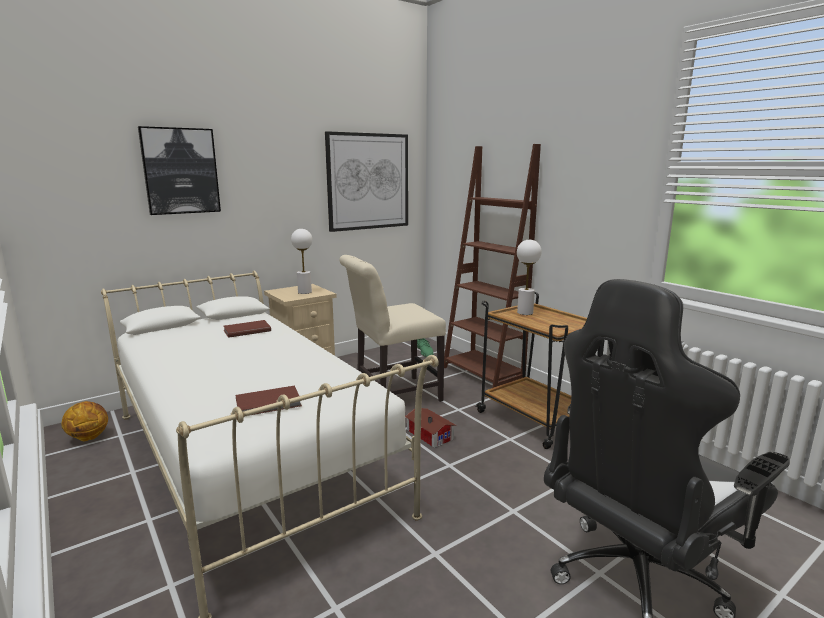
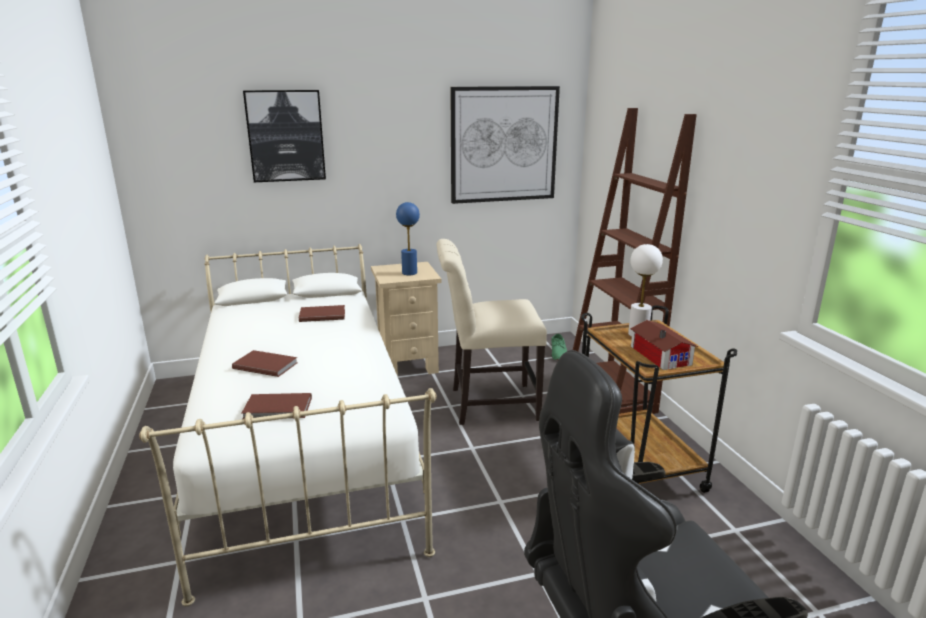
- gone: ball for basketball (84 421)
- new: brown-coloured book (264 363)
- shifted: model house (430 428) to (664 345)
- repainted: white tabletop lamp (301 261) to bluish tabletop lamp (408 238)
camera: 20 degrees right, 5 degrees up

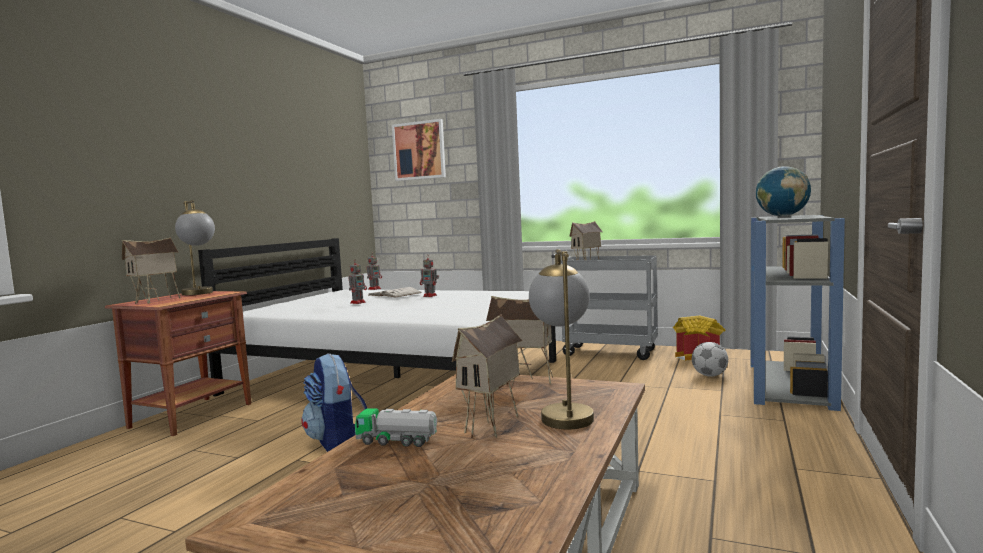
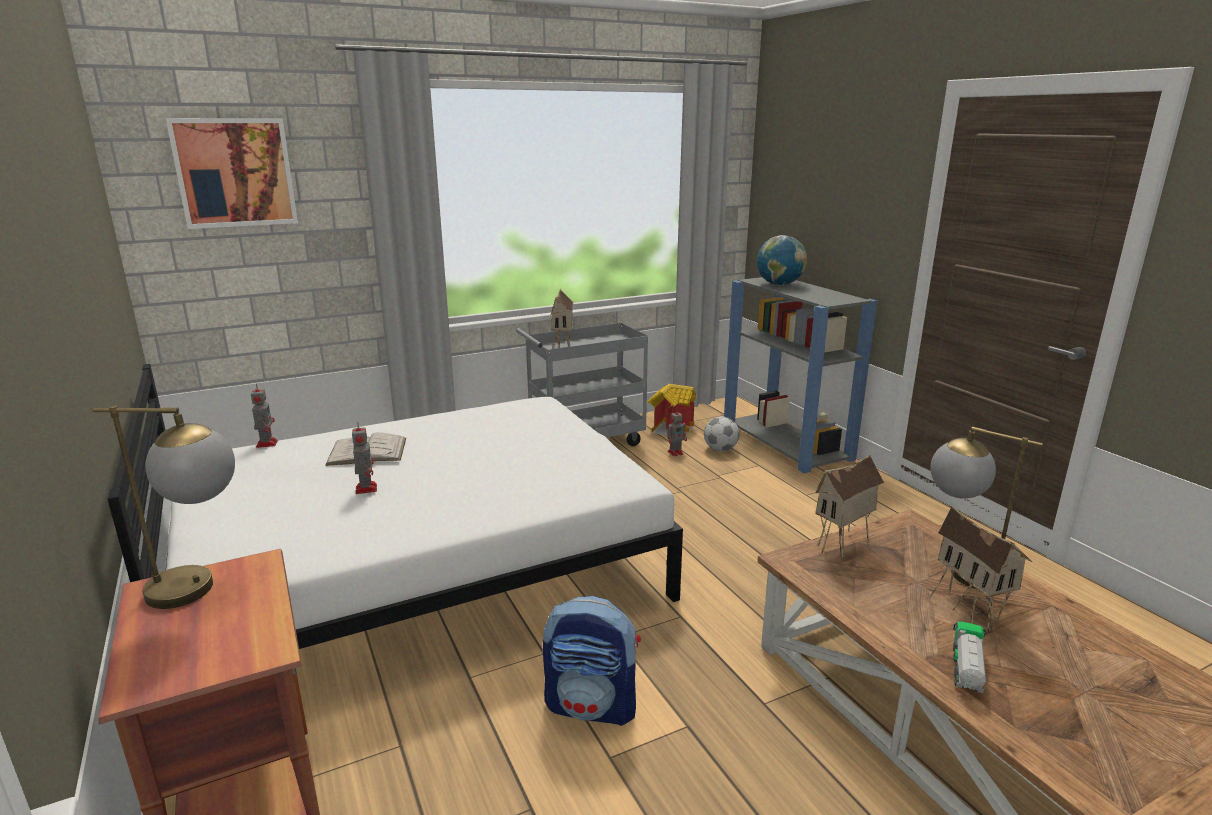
- gone: model house (151 270)
- shifted: toy robot (429 276) to (677 434)
- rotated: model truck (396 427) = (969 657) 150 degrees clockwise
camera: 50 degrees left, 15 degrees up

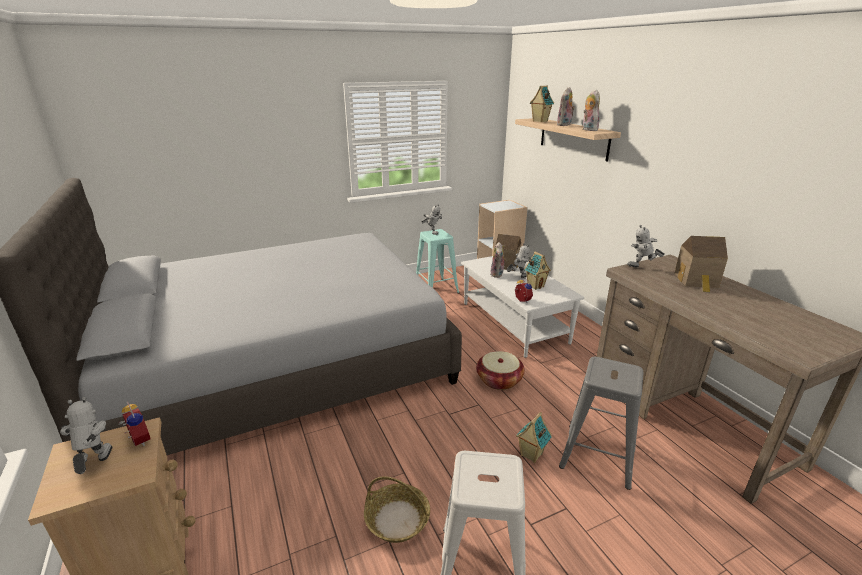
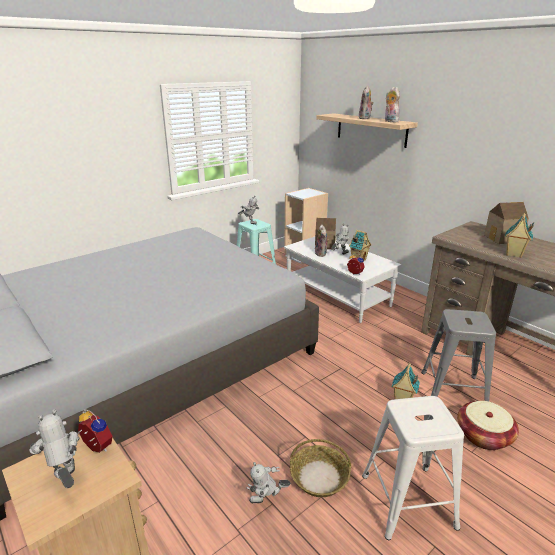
- shifted: storage basket (500 370) to (488 425)
- shifted: model house (542 104) to (519 235)
- shifted: toy robot (646 246) to (269 482)
camera: 15 degrees left, 0 degrees up

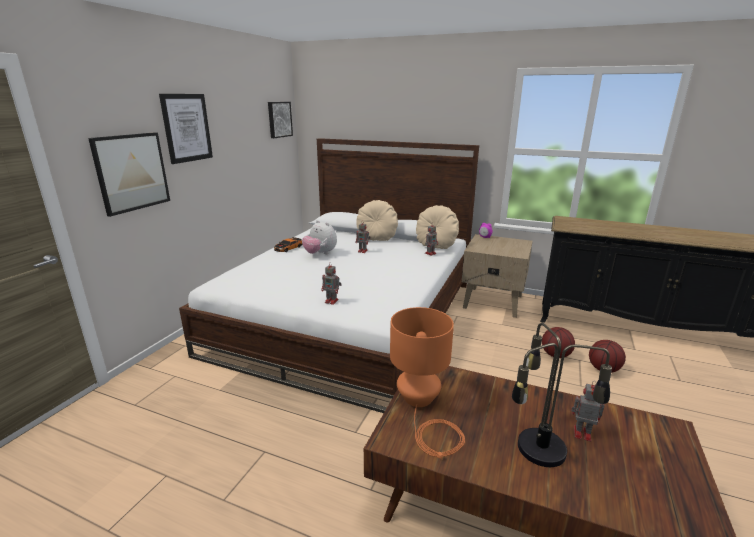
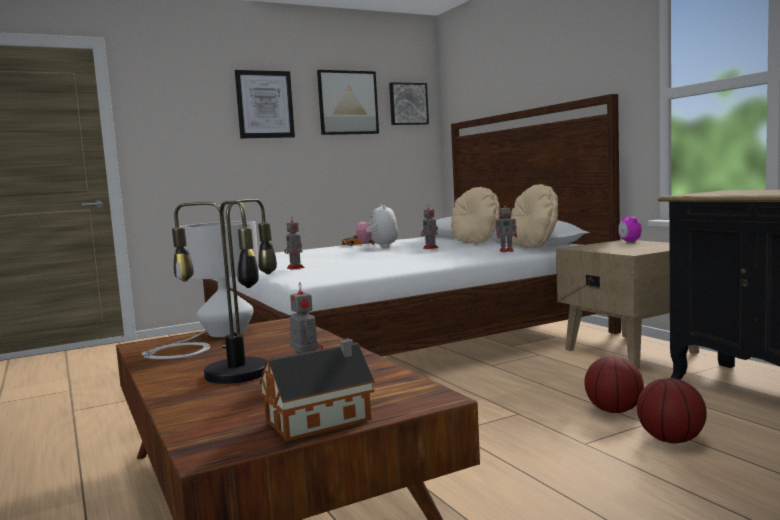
- new: model house (317 390)
- shifted: wall picture (129 174) to (348 102)
- repainted: orangey tabletop lamp (427 383) to white tabletop lamp (200 290)
camera: 40 degrees right, 15 degrees down

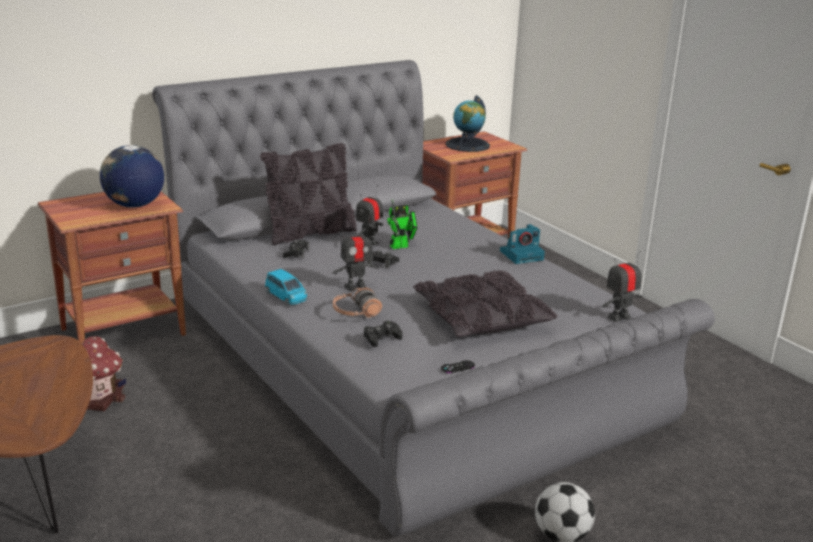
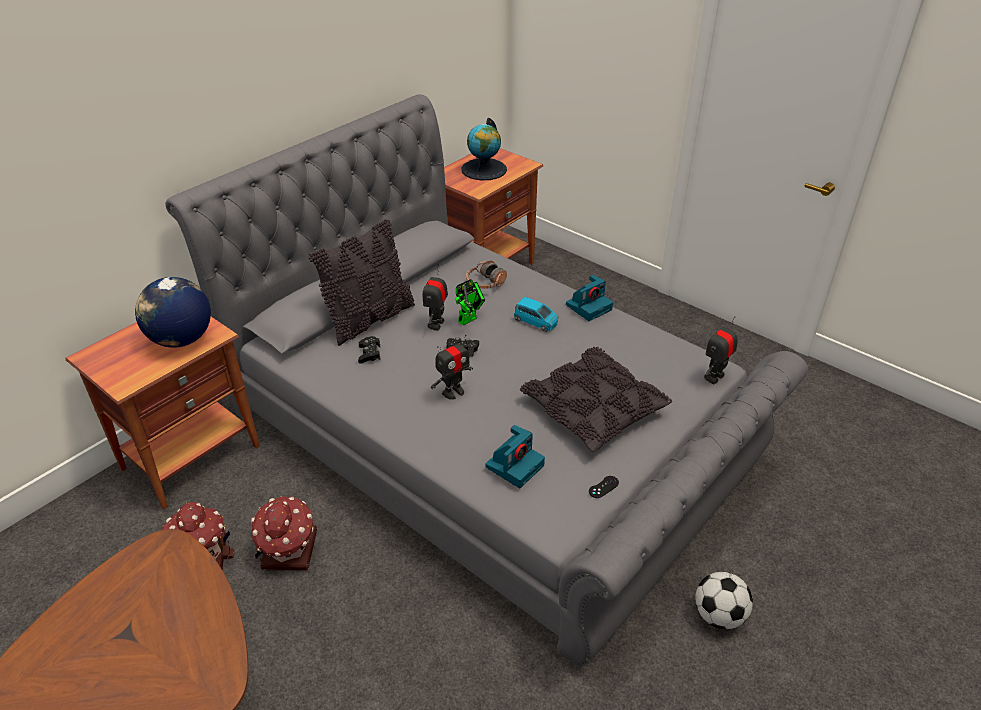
- new: model house (284 533)
- shifted: bluish toy car (286 287) to (536 314)
- shifted: headphones (357 303) to (486 275)
- swapped: black gamepad (383 334) to still camera (515 456)
camera: 15 degrees left, 15 degrees up

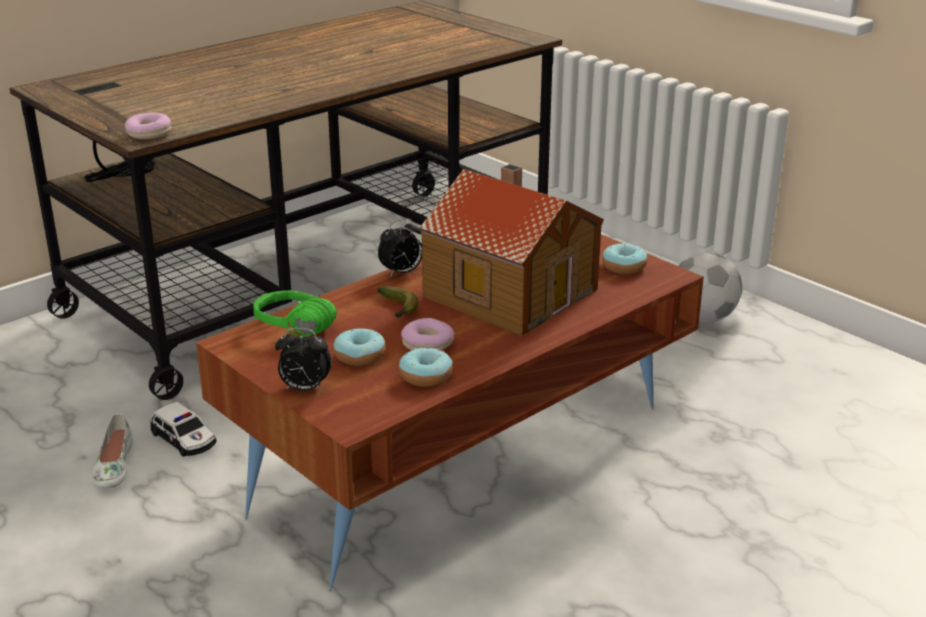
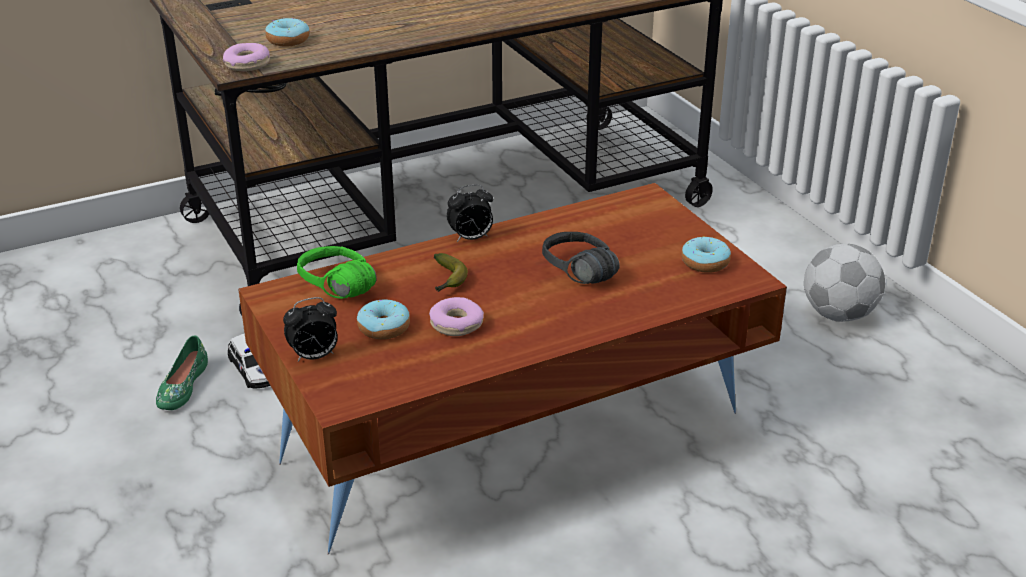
- shifted: donut (426 367) to (287 32)
- swapped: model house (511 250) to black headphones (581 258)
- repainted: white low shoe (112 450) to green-coloured low shoe (182 373)
- rotated: alarm clock (303 360) = (310 329) 45 degrees counterclockwise
camera: 15 degrees right, 5 degrees up

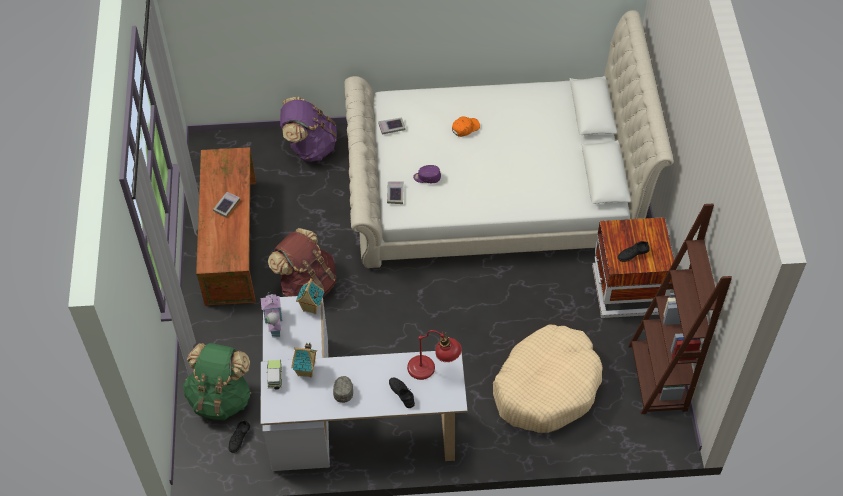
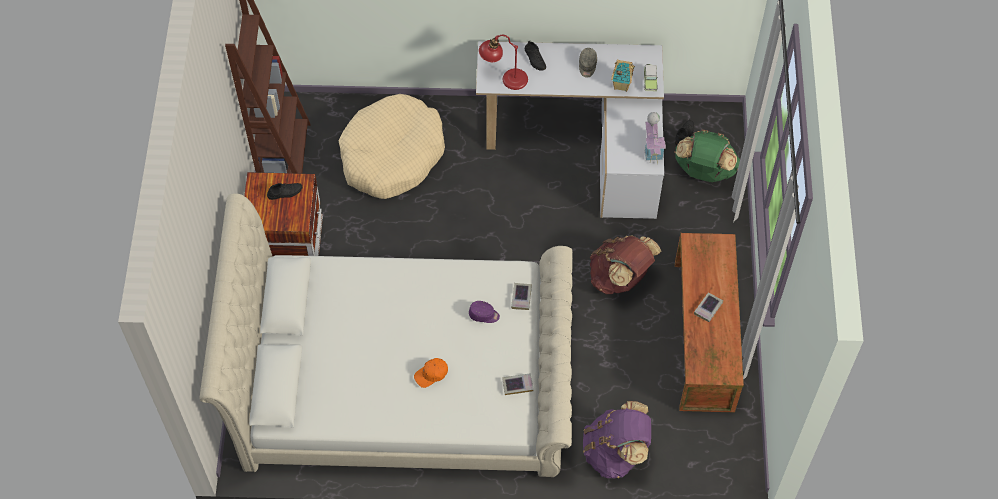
- gone: model house (310 296)
camera: 175 degrees left, 5 degrees up

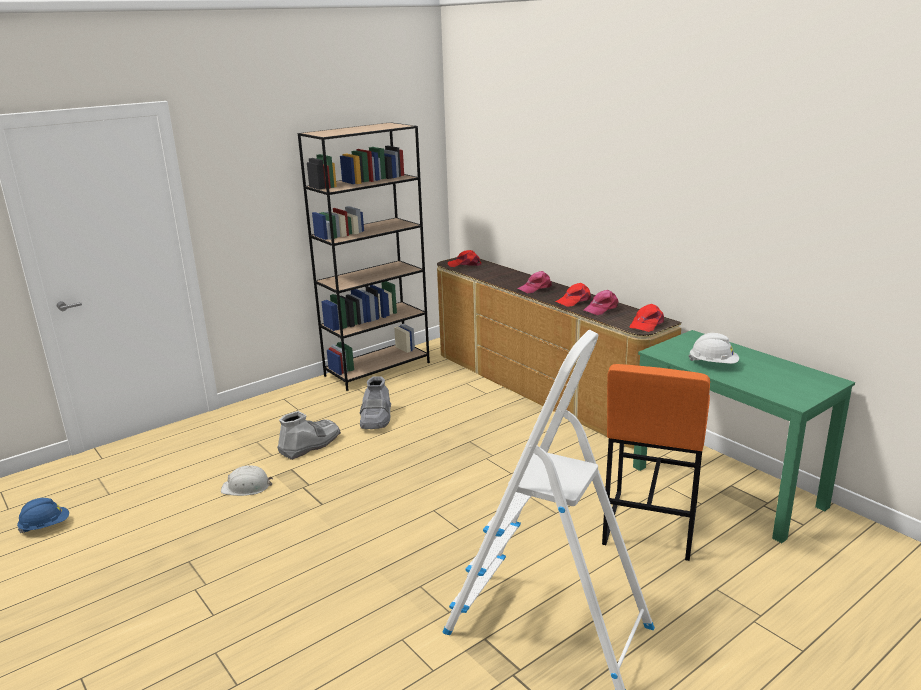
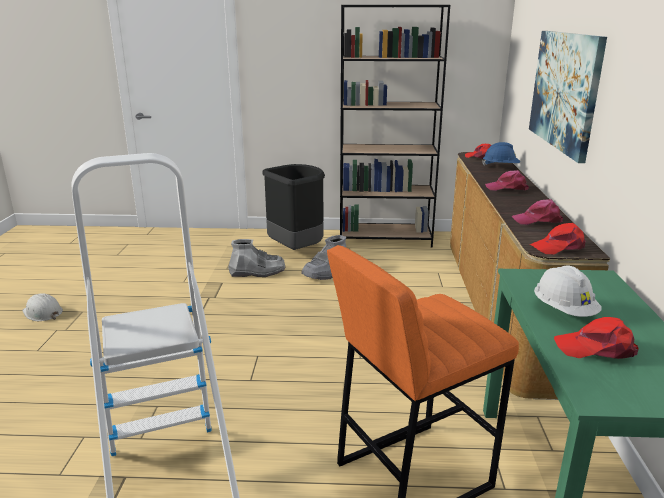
- new: black trash can (293 207)
- new: wall picture (568 97)
- shifted: bluish work helmet (43 515) to (501 154)
- shifted: white work helmet (247 480) to (42 307)
- shifted: red baseball cap (573 295) to (596 338)
camera: 40 degrees right, 0 degrees up

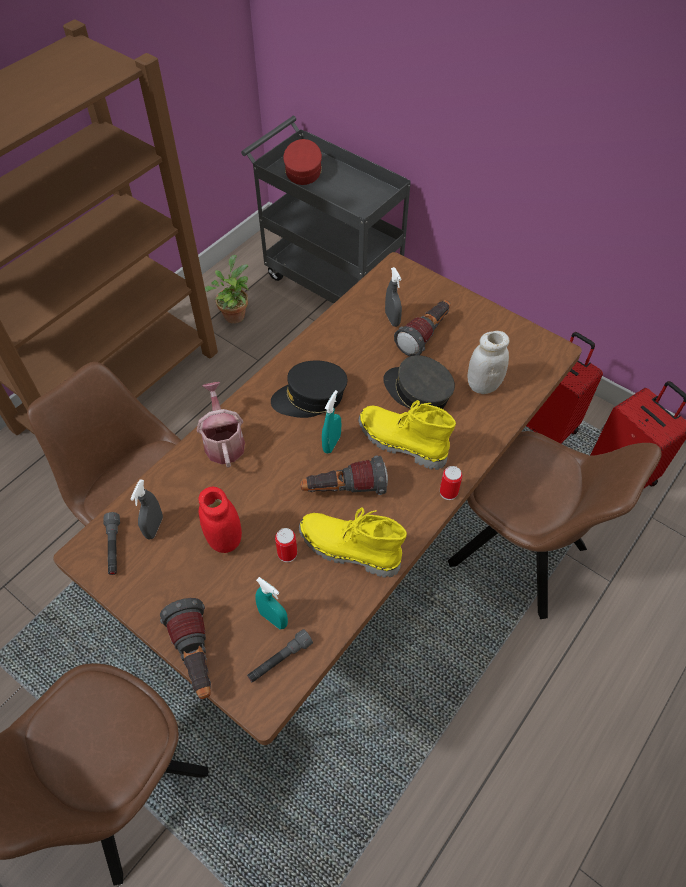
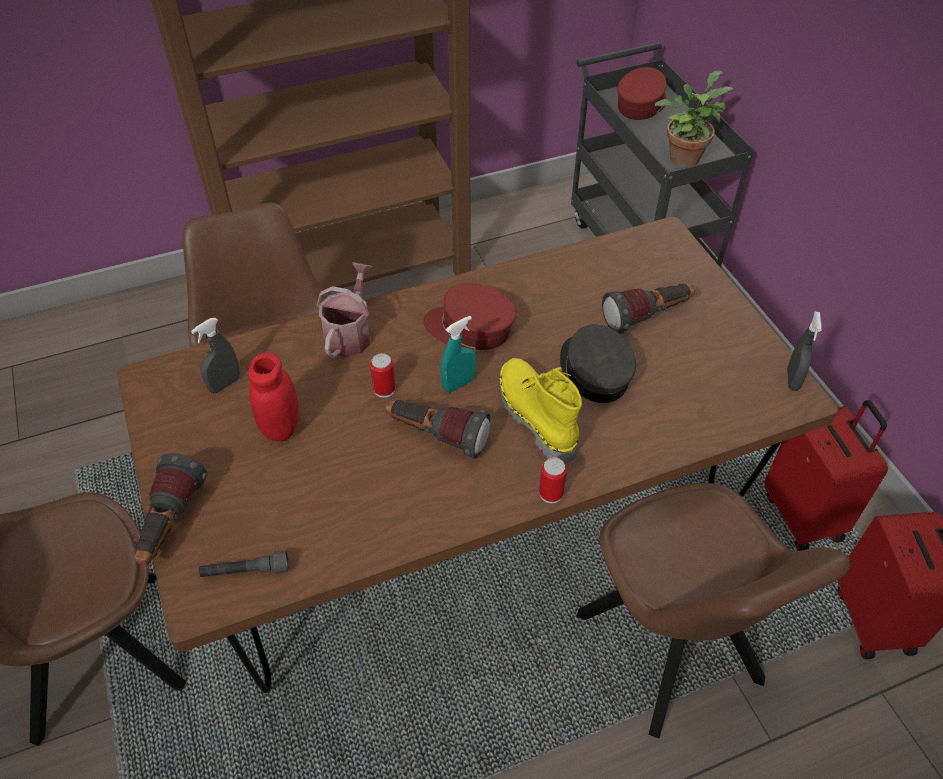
- gone: greyish hand torch (111 543)
- gone: blue-green hand sprayer (271 603)
- gone: yellowish high-top boot (353 543)
- gone: white storage jar (488 362)
- shifted: potted plant (227 289) to (694 119)
- shifted: metal can (286 545) to (382 375)
- shifted: greyish hand sprayer (393 297) to (804 351)
- repainted: black baseball cap (309 389) to red baseball cap (469 316)
camera: 30 degrees right, 5 degrees down

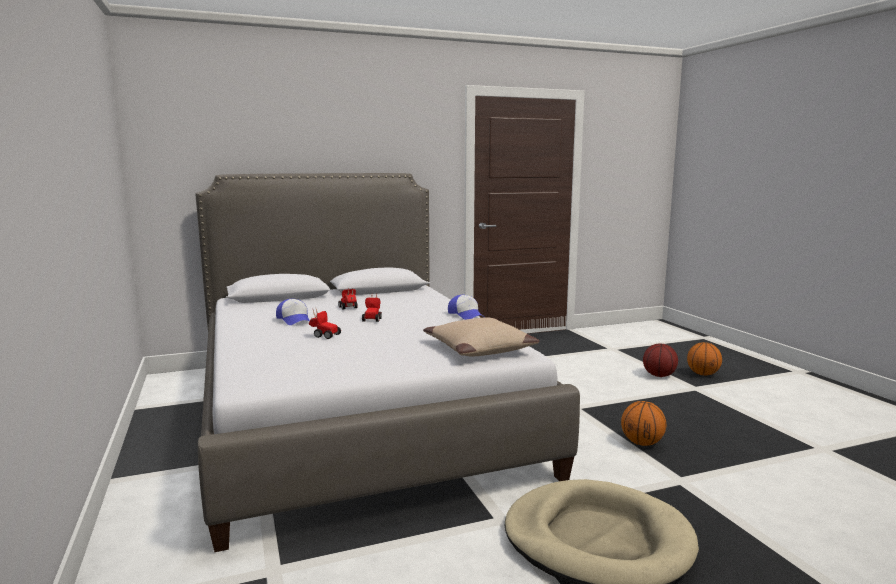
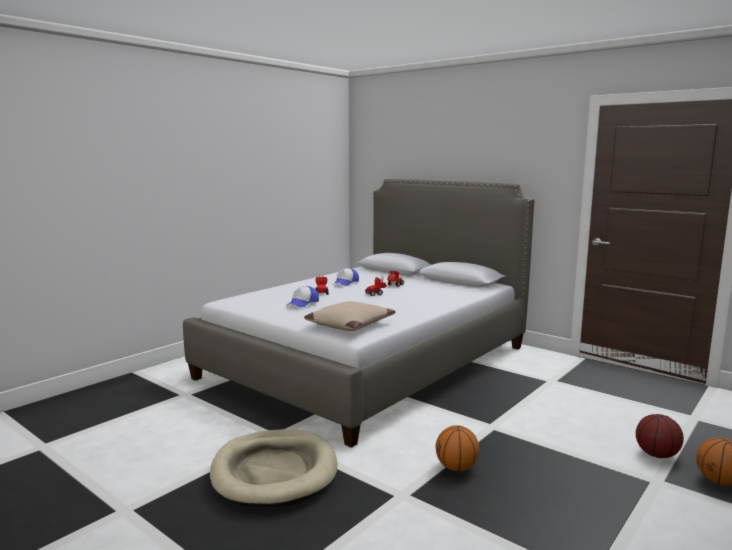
- shifted: baseball cap (466 307) to (303 297)
camera: 60 degrees right, 0 degrees up

